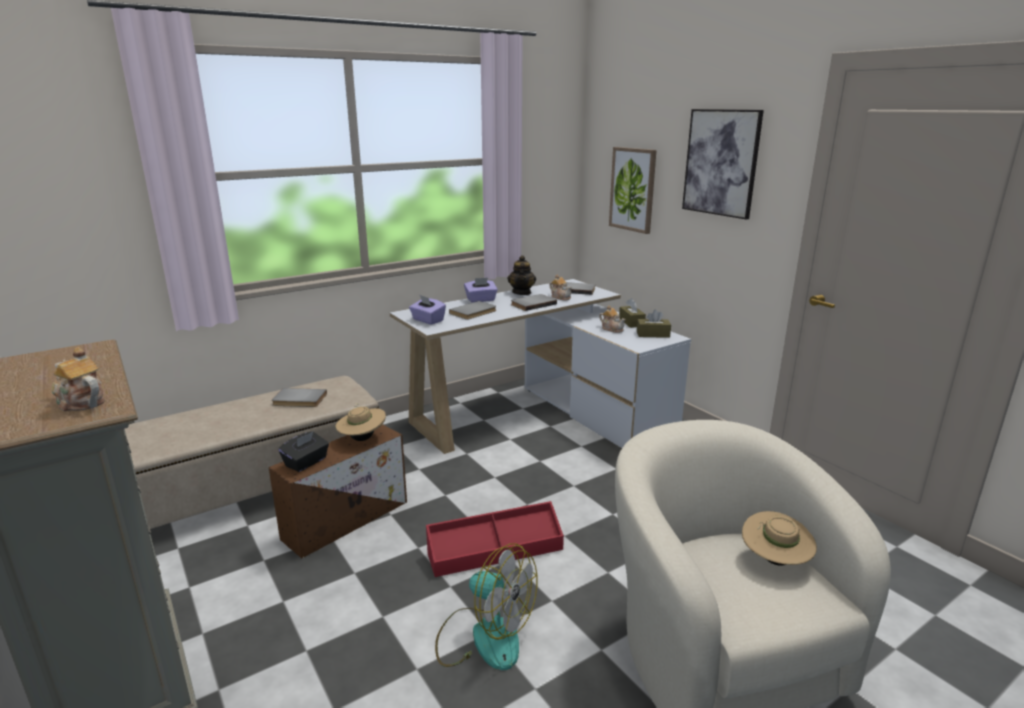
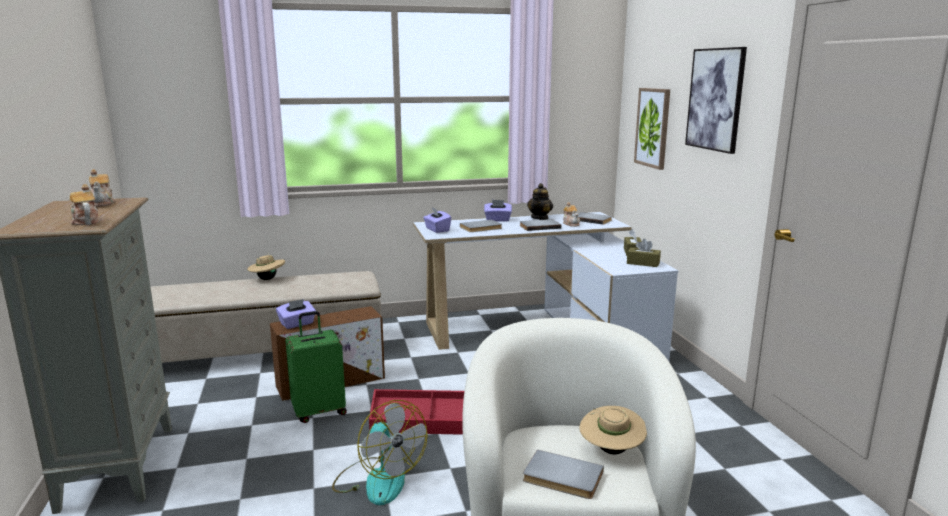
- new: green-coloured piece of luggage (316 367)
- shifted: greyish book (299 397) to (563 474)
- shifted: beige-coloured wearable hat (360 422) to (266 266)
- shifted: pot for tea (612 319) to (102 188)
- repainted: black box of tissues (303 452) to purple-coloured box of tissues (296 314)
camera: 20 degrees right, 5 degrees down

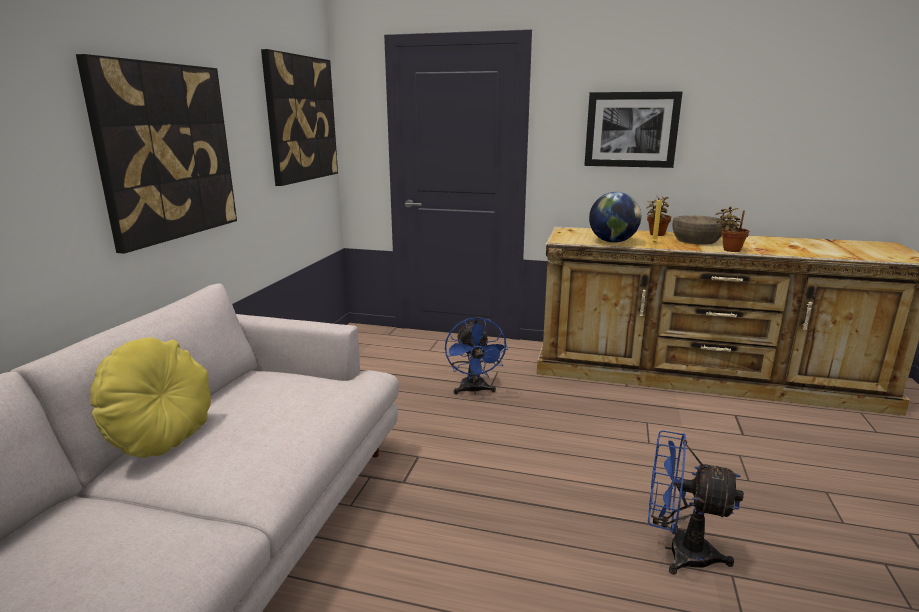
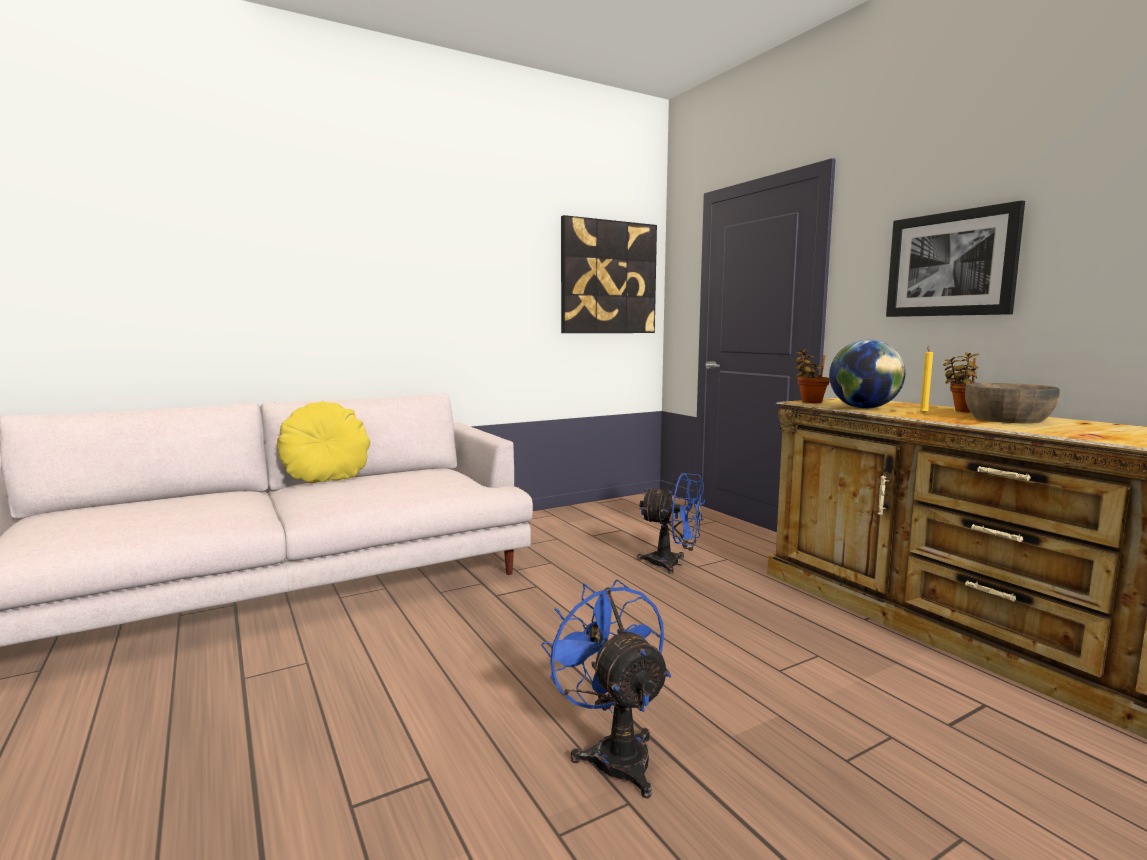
- gone: wall picture (156 154)
- shifted: potted plant (732 229) to (813 376)
- rotated: bluish cooling fan (476 356) = (671 523) 105 degrees counterclockwise
camera: 45 degrees right, 10 degrees down

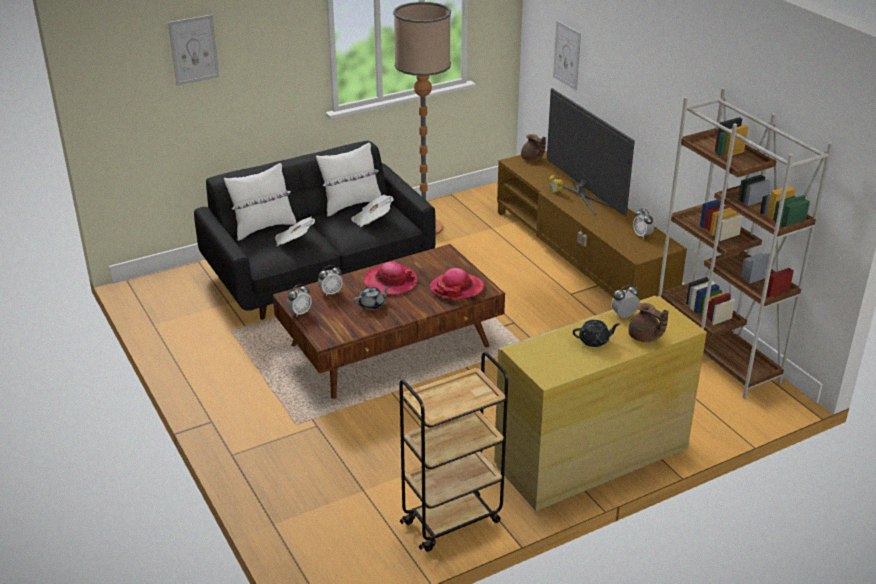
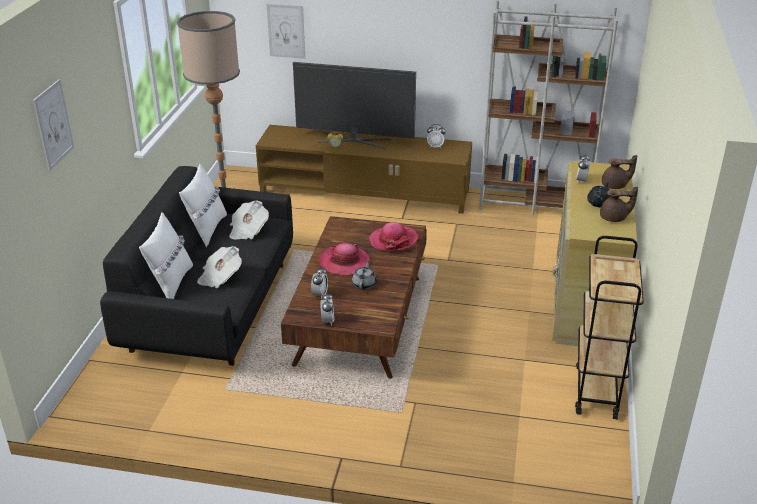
- shifted: brown-coloured pot for tea (533 147) to (619 204)
camera: 50 degrees left, 0 degrees up

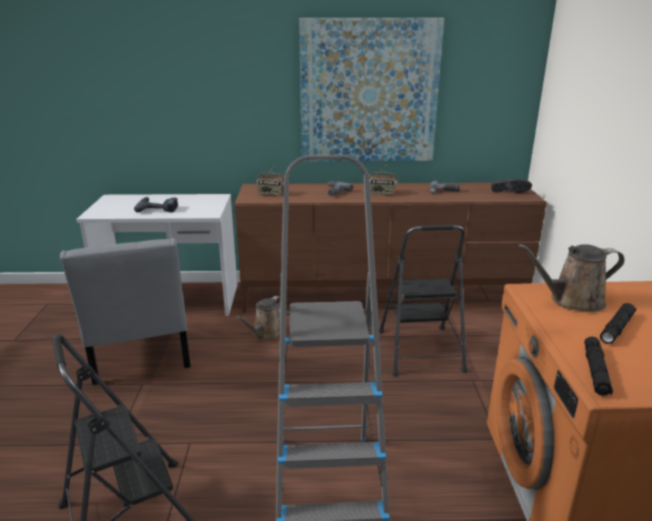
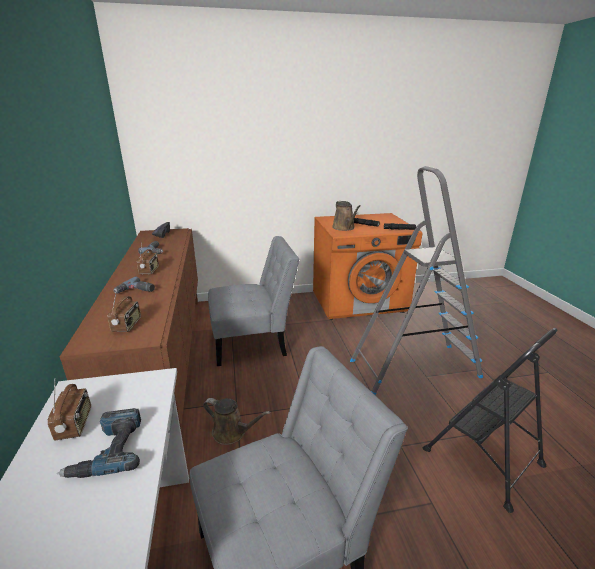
- gone: wall picture (371 89)
- new: radio set (69 411)
- swapped: black step stool (423 301) to greyish upright chair (253 301)
camera: 100 degrees left, 0 degrees up

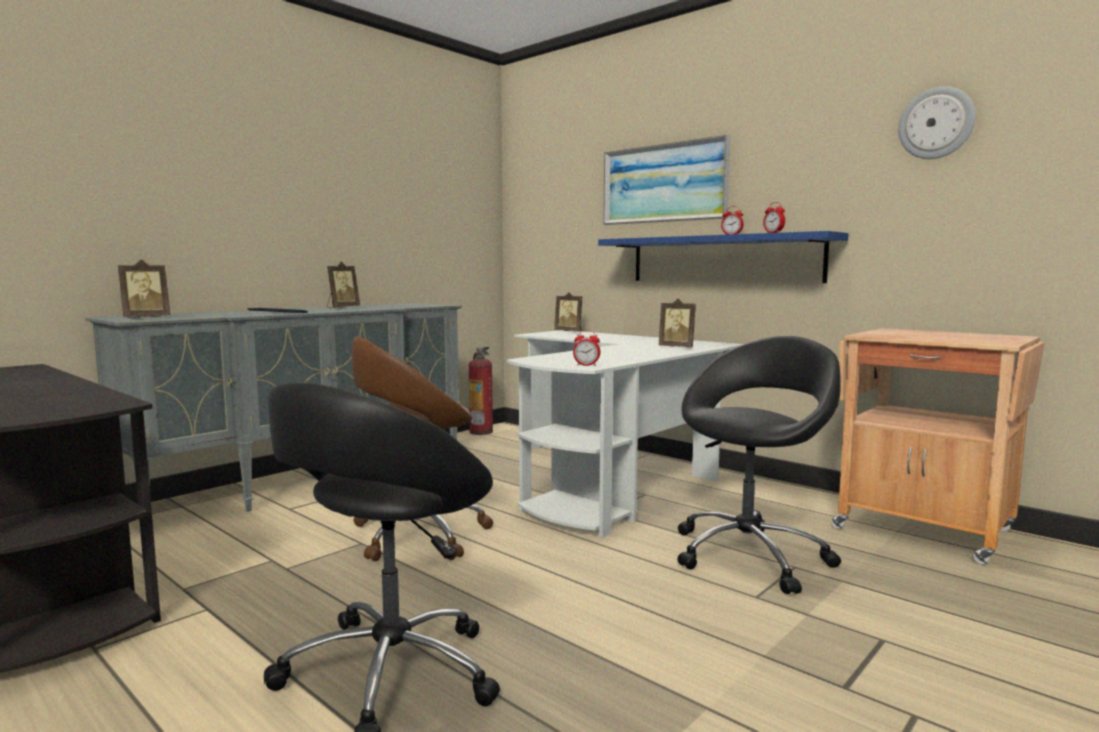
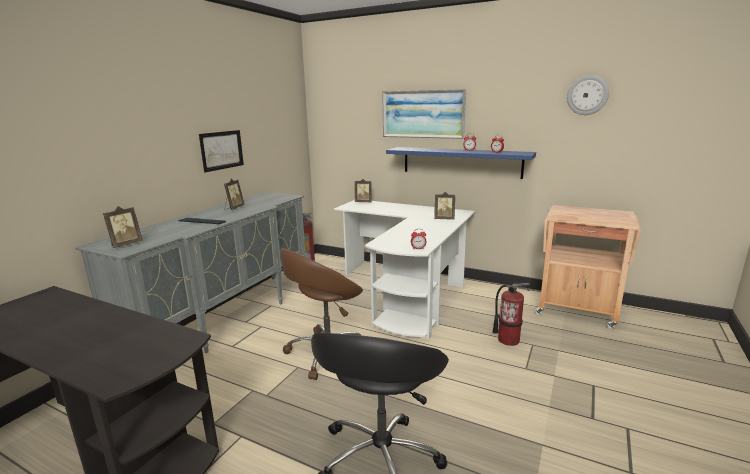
- new: wall picture (221 151)
- swapped: black office chair (759 465) to extinguisher (511 314)
camera: 15 degrees left, 10 degrees up

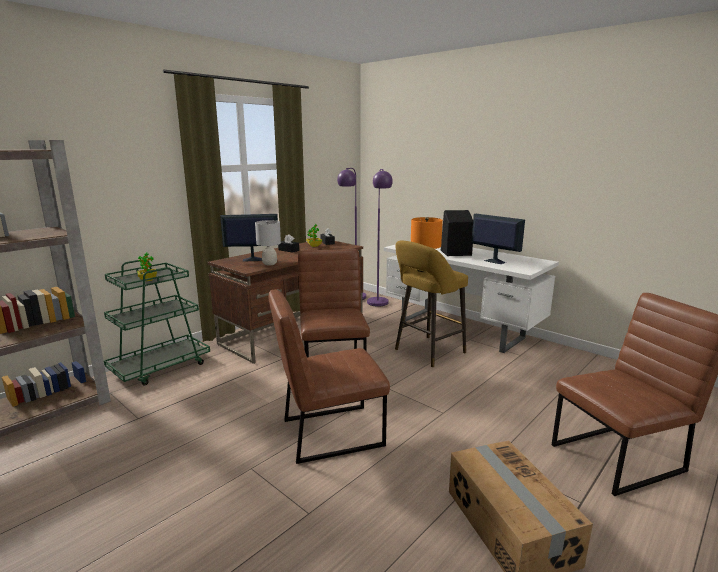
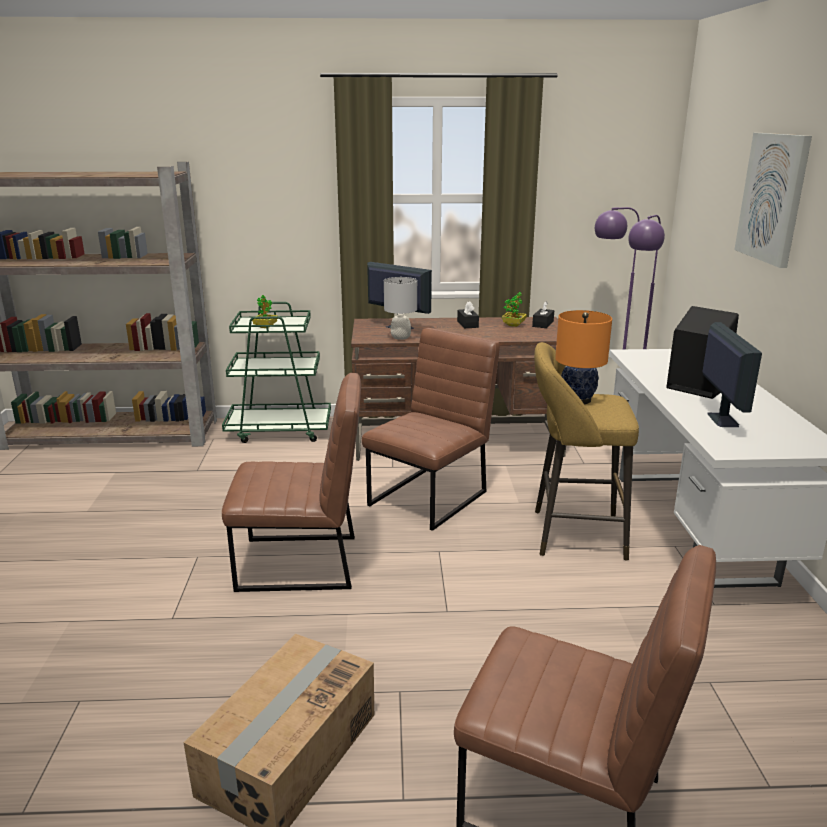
- new: wall picture (773 200)
- rotated: brown-coloured upright chair (329 376) = (291 482) 150 degrees clockwise
camera: 45 degrees right, 5 degrees up

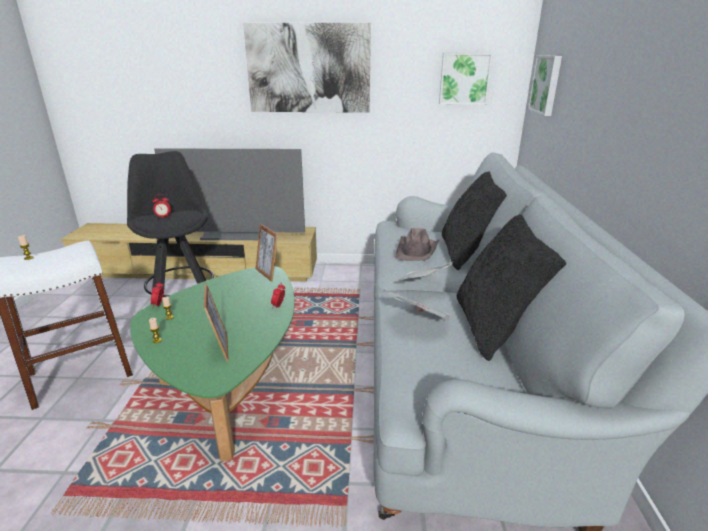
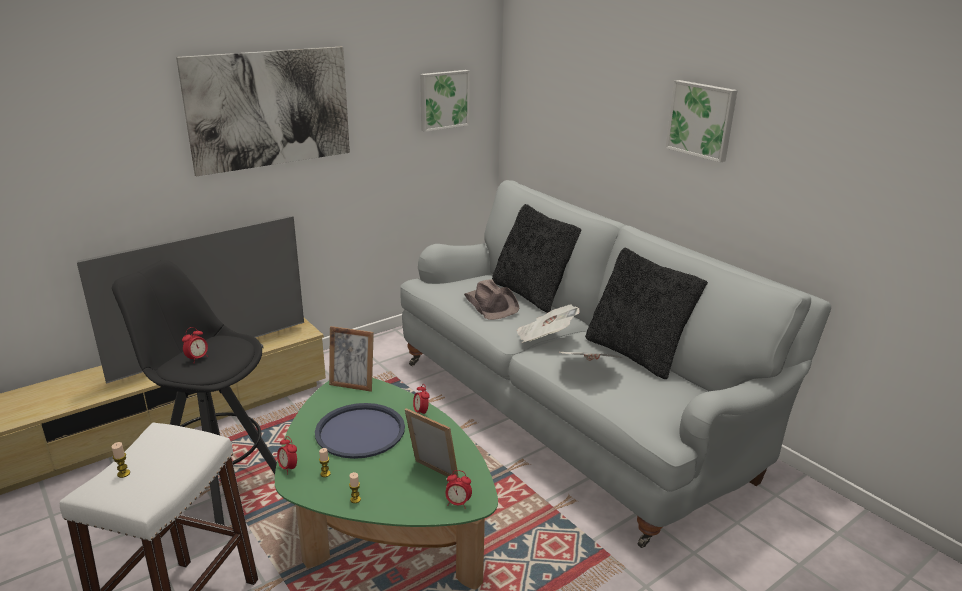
- new: bluish carrying tray (360 431)
- new: alarm clock (459 489)
- shifted: wall picture (545 85) to (702 121)
camera: 40 degrees left, 0 degrees up

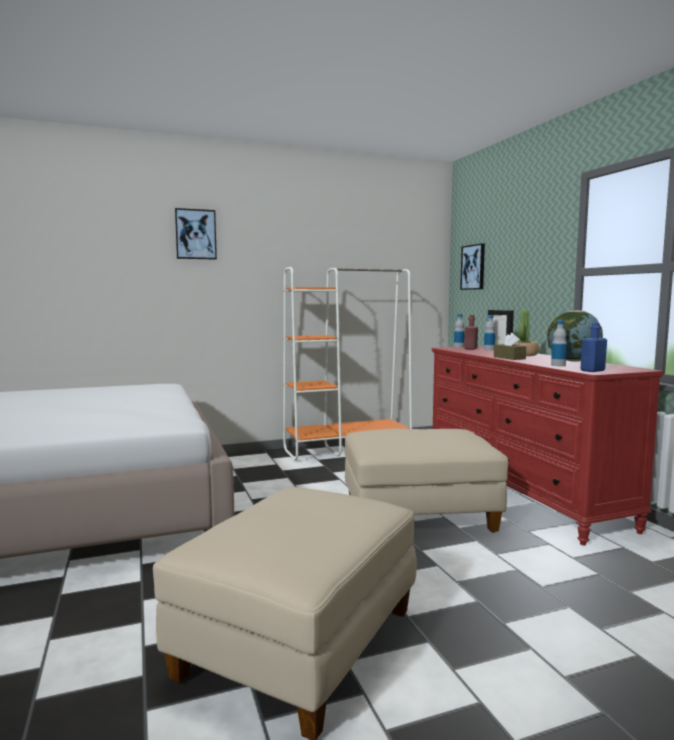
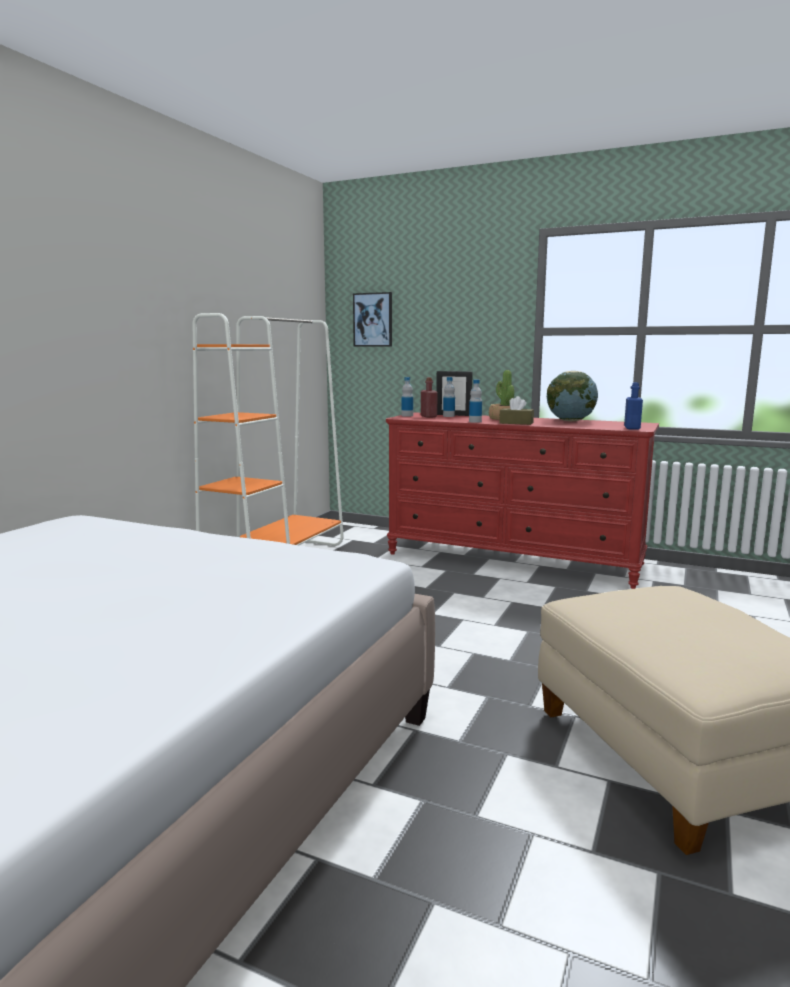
- gone: wall picture (196 234)
- gone: beige-coloured ottoman (426 481)
- shifted: beverage bottle (559 343) to (475 401)
camera: 45 degrees left, 5 degrees up

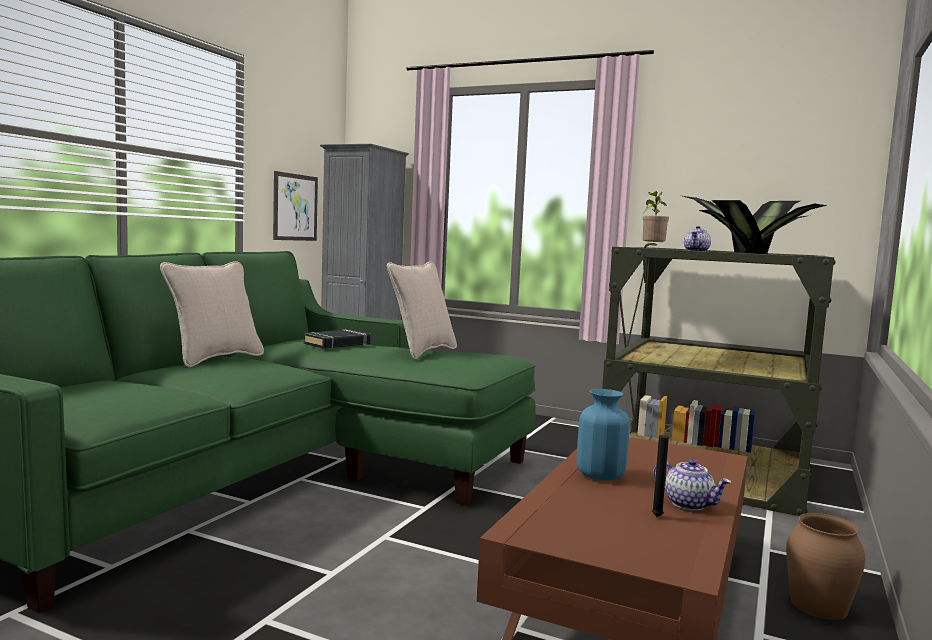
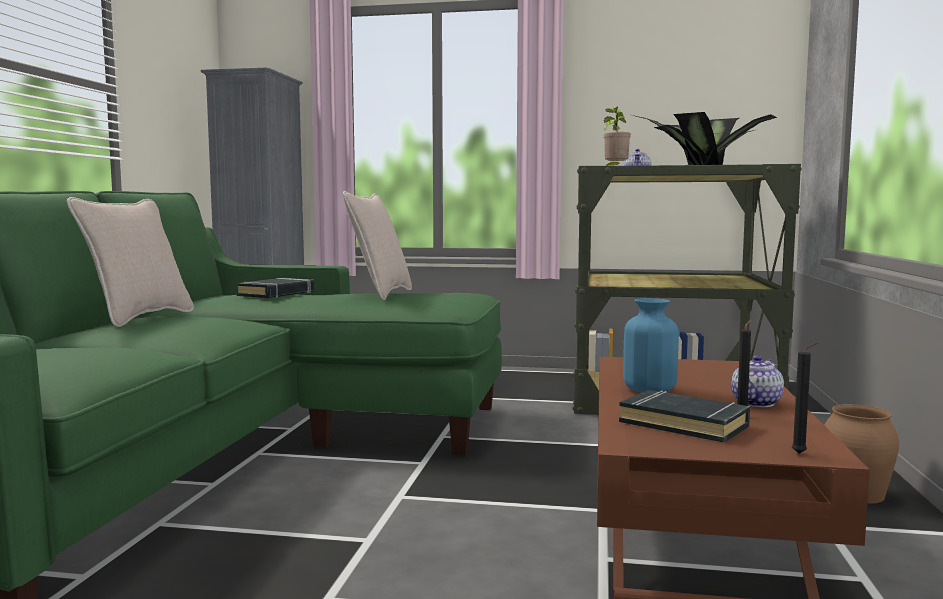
- gone: wall picture (295 206)
- new: black book (684 416)
- new: black candle (805 398)
- rotated: pot for tea (692 485) = (757 381) 105 degrees clockwise
camera: 15 degrees left, 0 degrees up

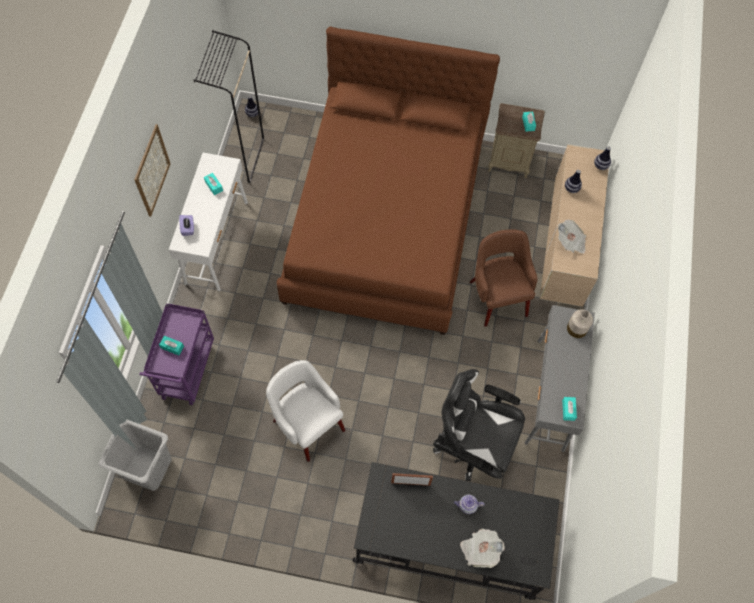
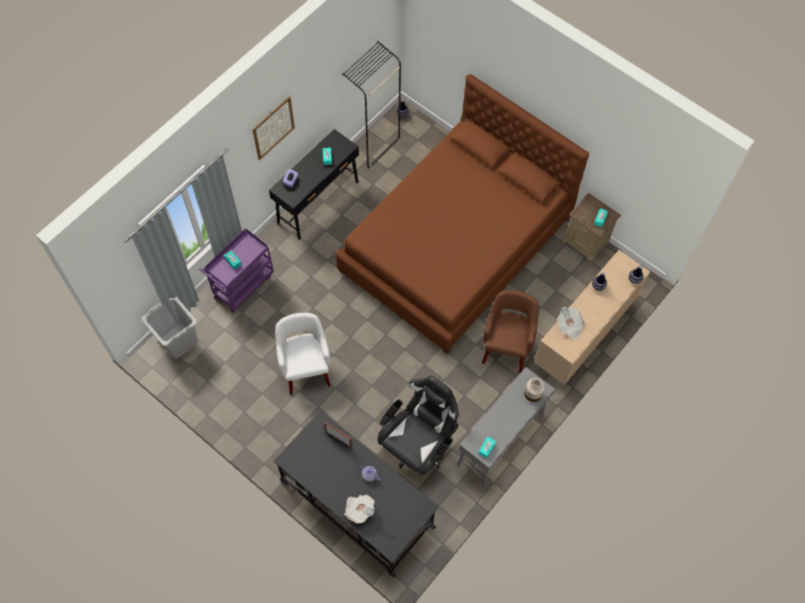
- repainted: white hall table (208 222) to black hall table (314 184)
- rotated: black office chair (479 425) = (418 425) 75 degrees clockwise
camera: 30 degrees right, 0 degrees up

